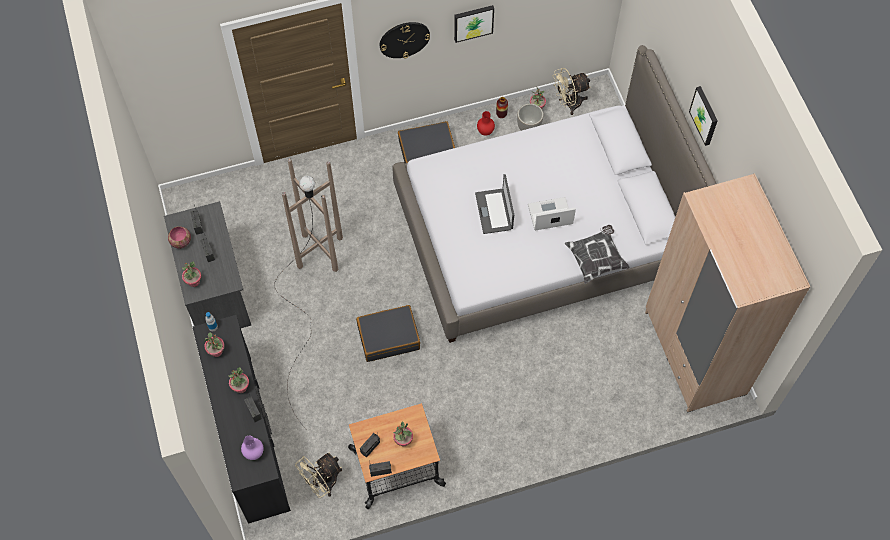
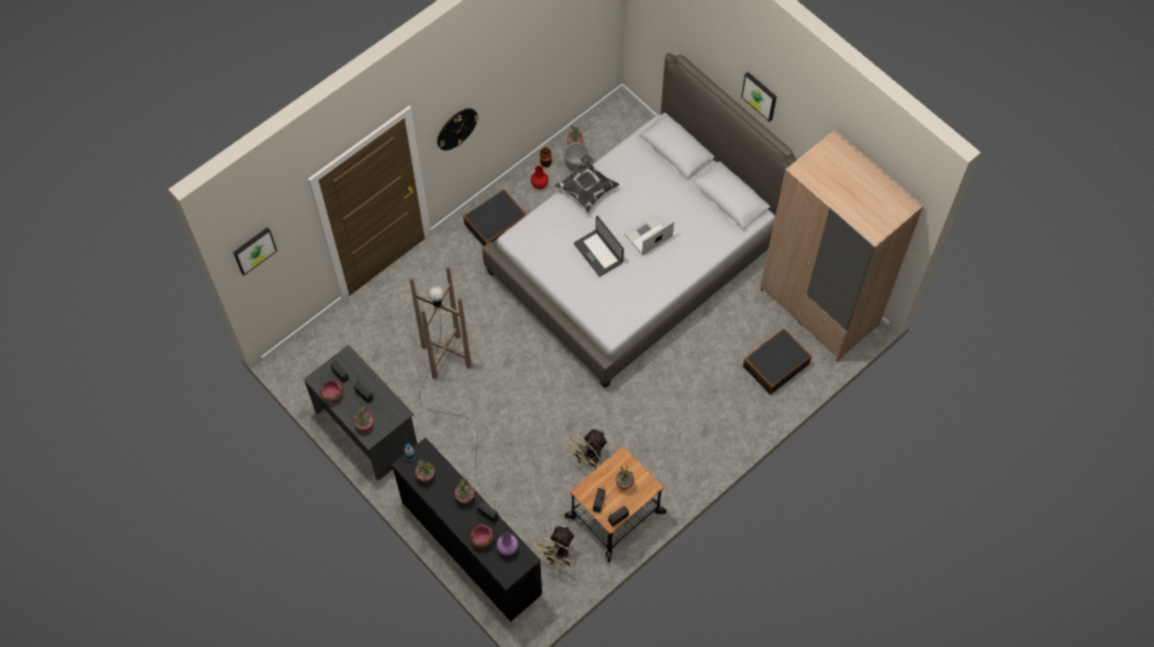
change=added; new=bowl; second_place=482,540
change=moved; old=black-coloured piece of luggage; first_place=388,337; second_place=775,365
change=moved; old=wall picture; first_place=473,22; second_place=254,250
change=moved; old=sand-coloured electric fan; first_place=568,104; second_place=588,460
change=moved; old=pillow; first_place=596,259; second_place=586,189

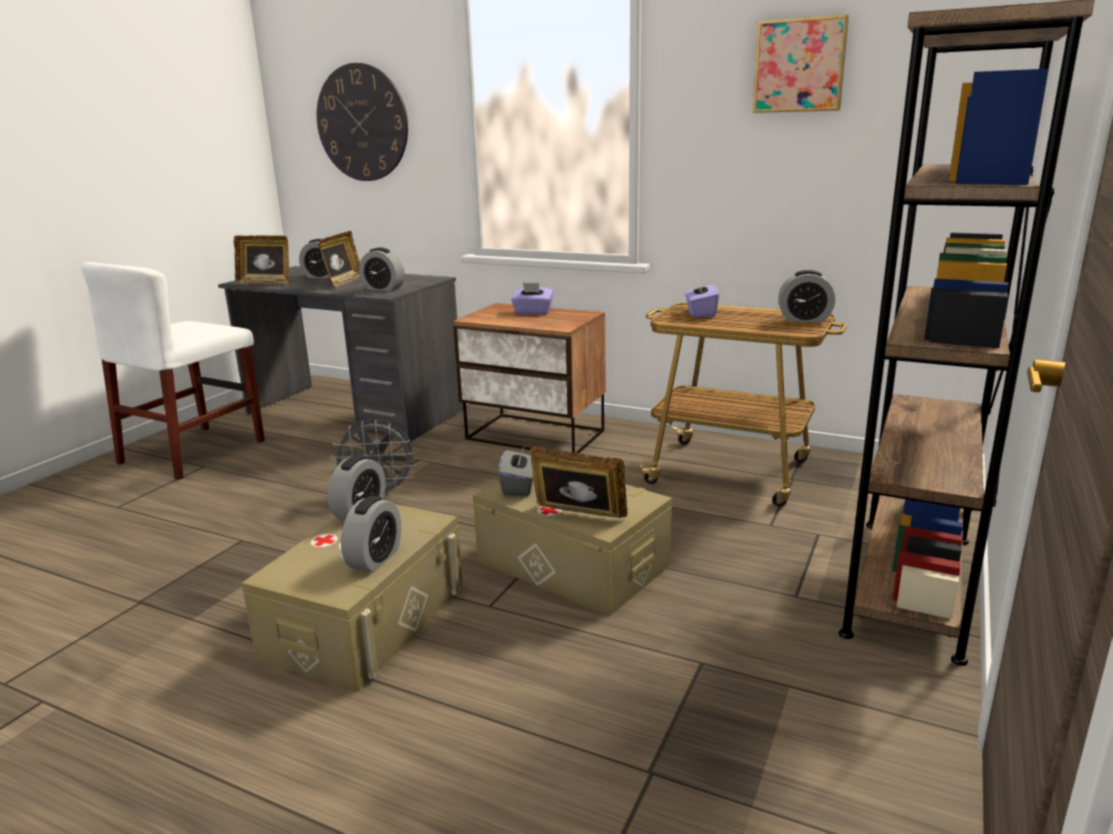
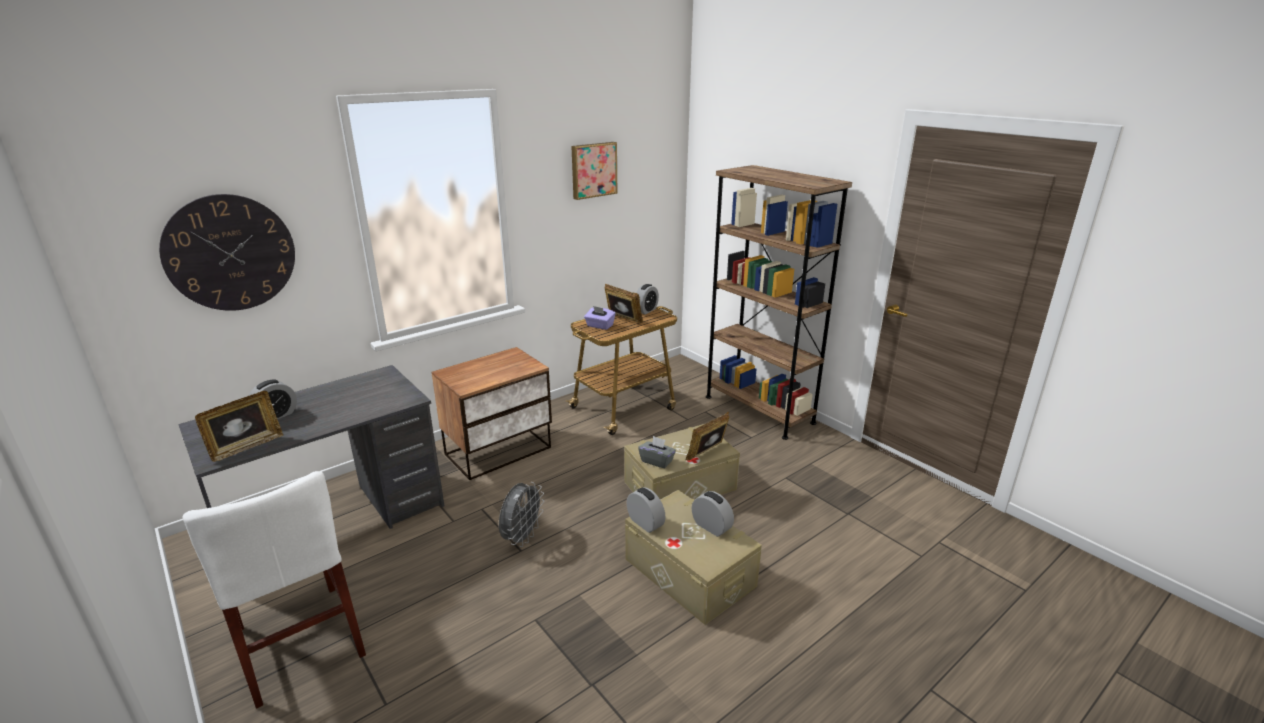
change=removed; old=alarm clock; first_place=383,288
change=removed; old=purplish tissue holder; first_place=533,312
change=moved; old=standing frame; first_place=343,282; second_place=622,319

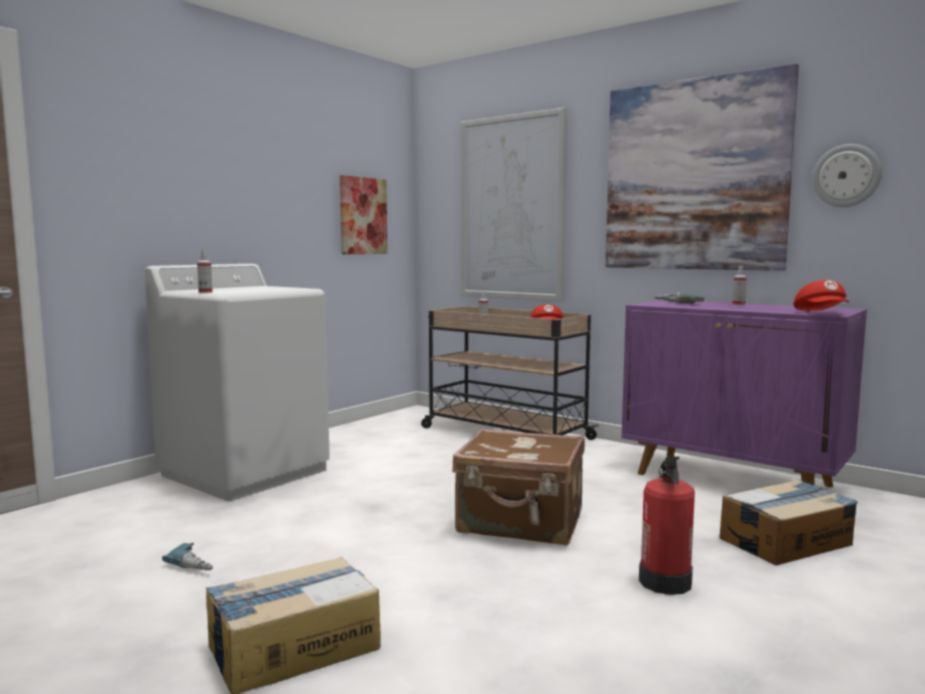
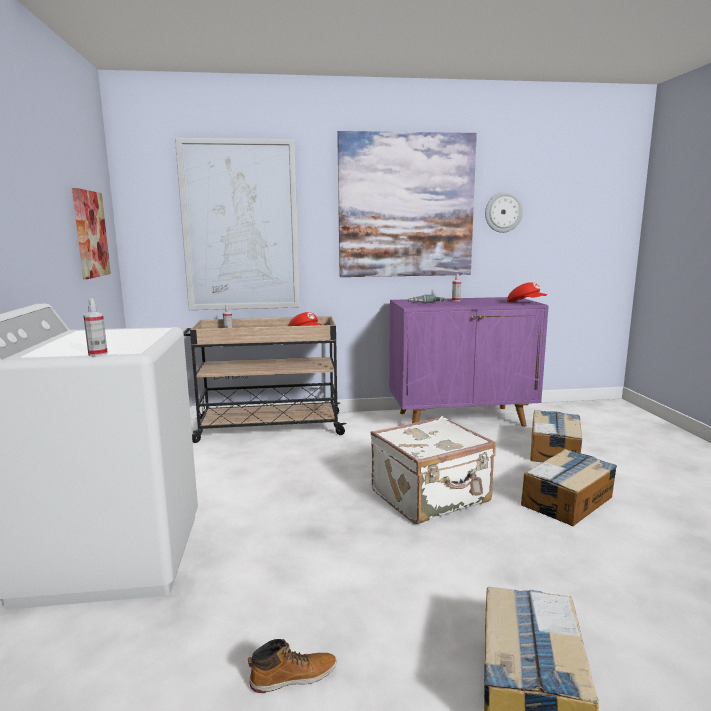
change=replaced; old=drill; new=tall boot; first_place=197,563; second_place=293,676
change=replaced; old=fire-fighting cylinder; new=packing box; first_place=665,581; second_place=568,500
change=recoloured; old=brown-coloured piece of luggage; new=white-coloured piece of luggage; first_place=521,523; second_place=431,497

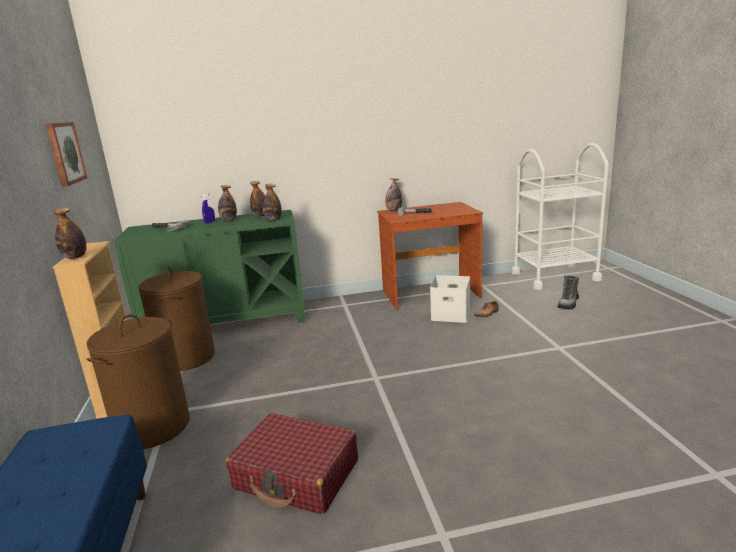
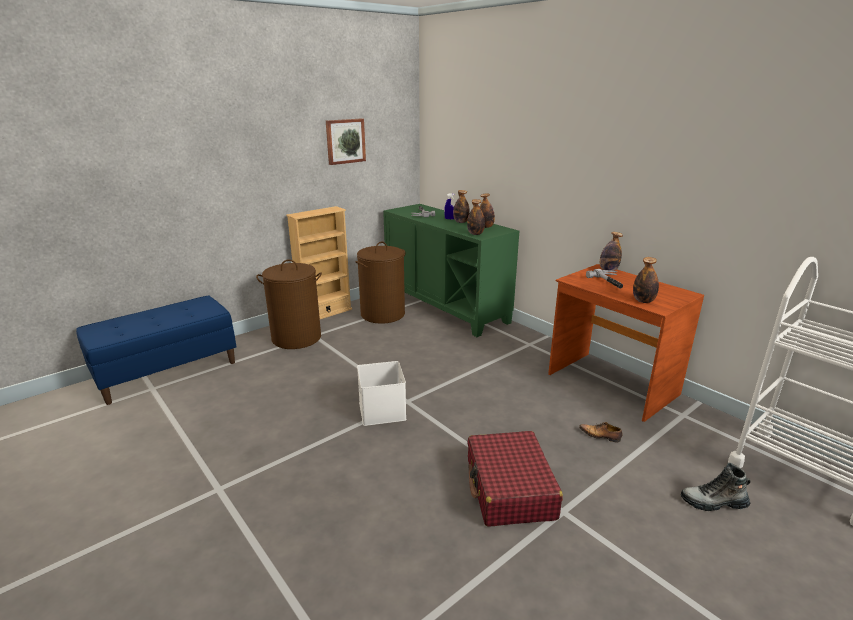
change=moved; old=beverage bottle; first_place=75,257; second_place=643,301
change=moved; old=reddish piece of luggage; first_place=297,475; second_place=509,489
change=moved; old=white-coloured storage bin; first_place=449,314; second_place=381,410

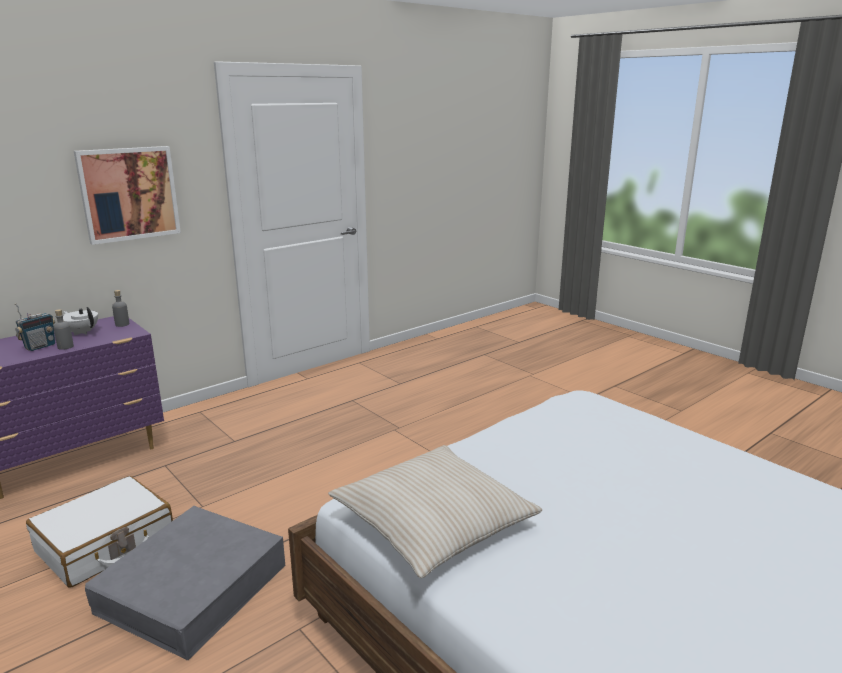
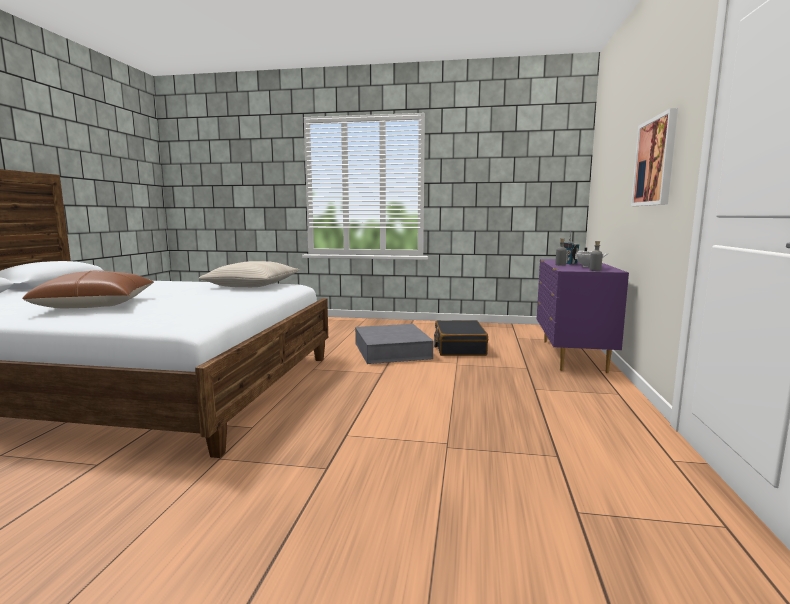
change=added; new=brown-coloured pillow; second_place=97,305
change=recoloured; old=white-coloured piece of luggage; new=black-coloured piece of luggage; first_place=106,544; second_place=459,347

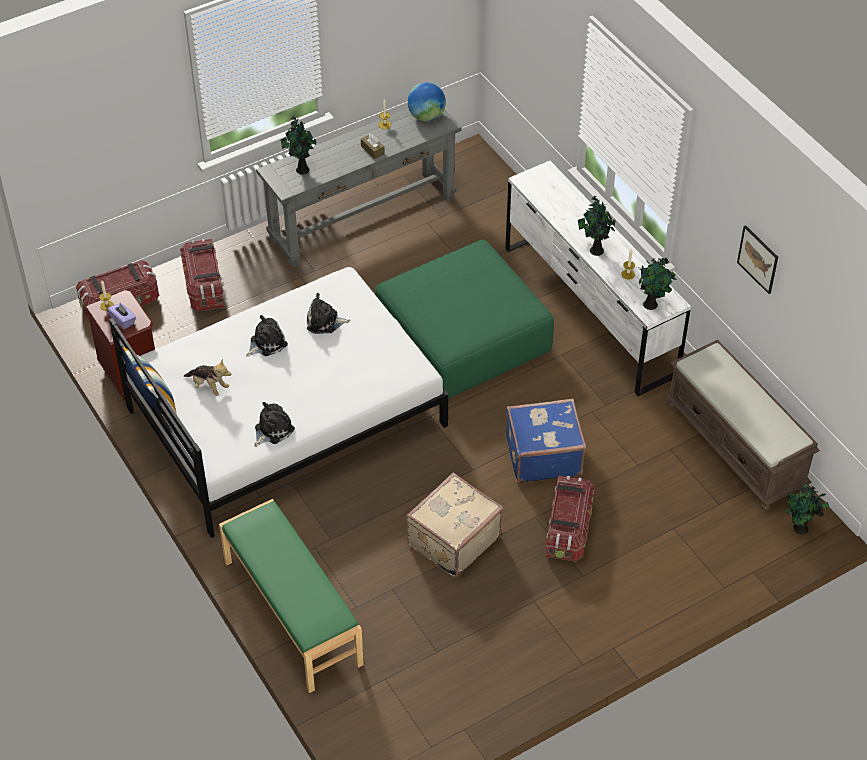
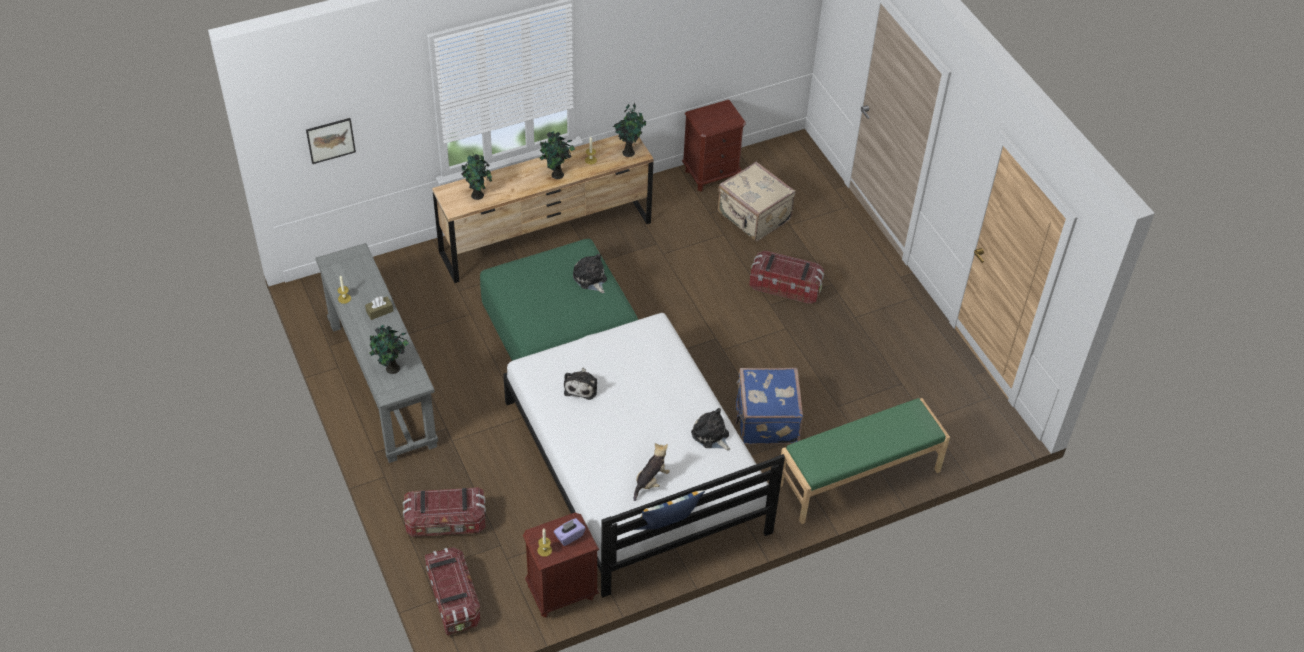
change=removed; old=world globe; first_place=426,116
change=moved; old=cuddly toy; first_place=266,343; second_place=590,279
change=moved; old=sand-coloured piece of luggage; first_place=452,540; second_place=753,217
change=moved; old=bluish piece of luggage; first_place=542,455; second_place=765,420
change=moved; old=wall picture; first_place=758,259; second_place=330,140
change=moved; old=potted plant; first_place=800,529; second_place=478,195
change=replaced; old=brown-coloured bench; new=brown-coloured nightstand; first_place=736,446; second_place=711,174
change=recoloured; old=white-coloured chest of drawers; new=brown-coloured chest of drawers; first_place=589,310; second_place=546,238

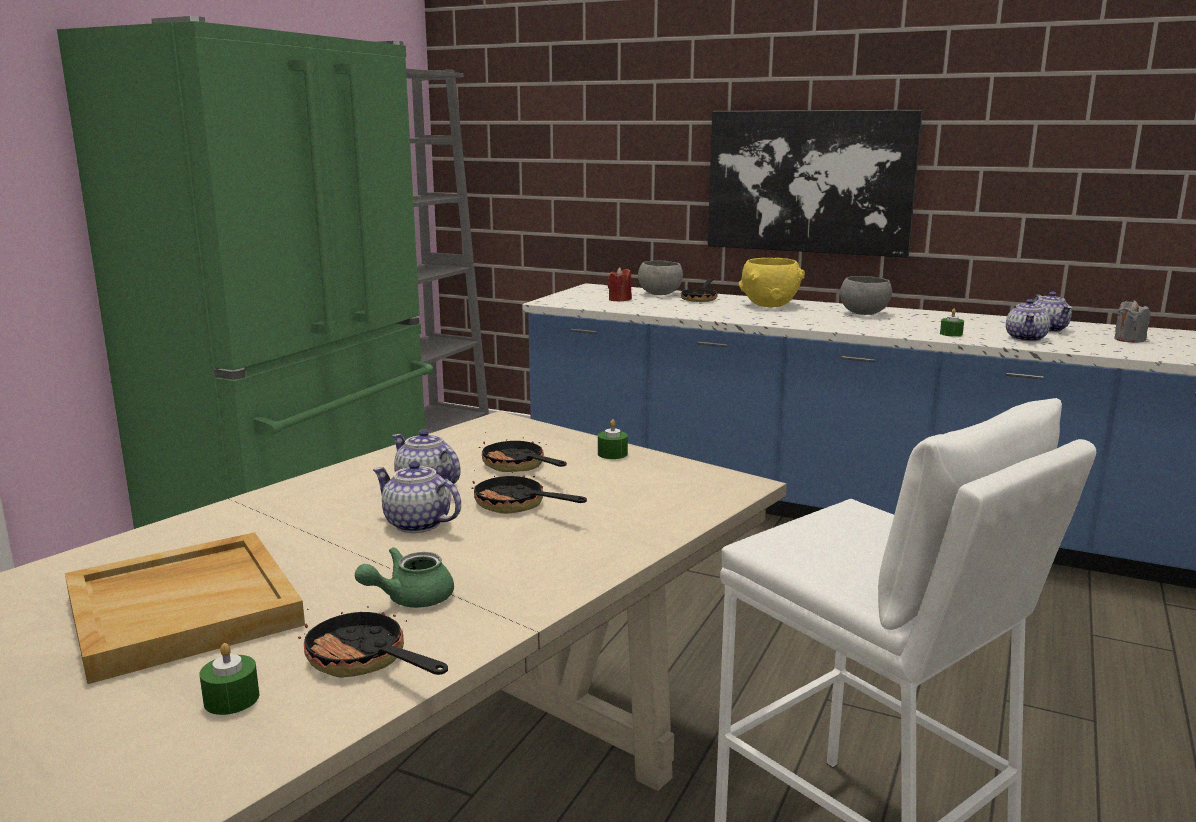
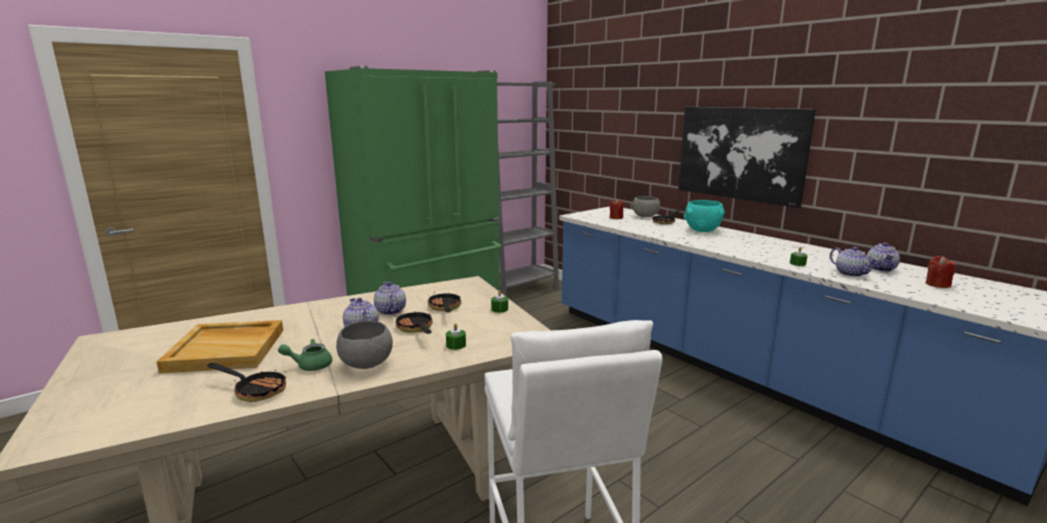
change=moved; old=green candle; first_place=231,699; second_place=456,345
change=moved; old=grey bowl; first_place=864,313; second_place=367,364
change=recoloured; old=yellowish bowl; new=turquoise-coloured bowl; first_place=769,305; second_place=702,230
change=recoloured; old=grey candle; new=reddish candle; first_place=1129,339; second_place=937,284
change=turned; old=pan; first_place=365,662; second_place=255,390; degrees=135
change=turned; old=tea pot; first_place=1026,338; second_place=851,273; degrees=-75

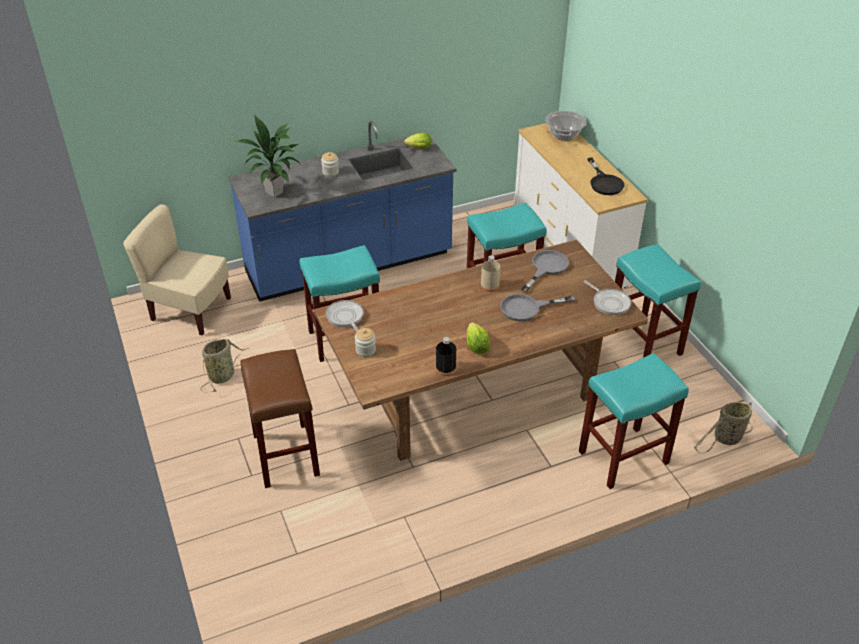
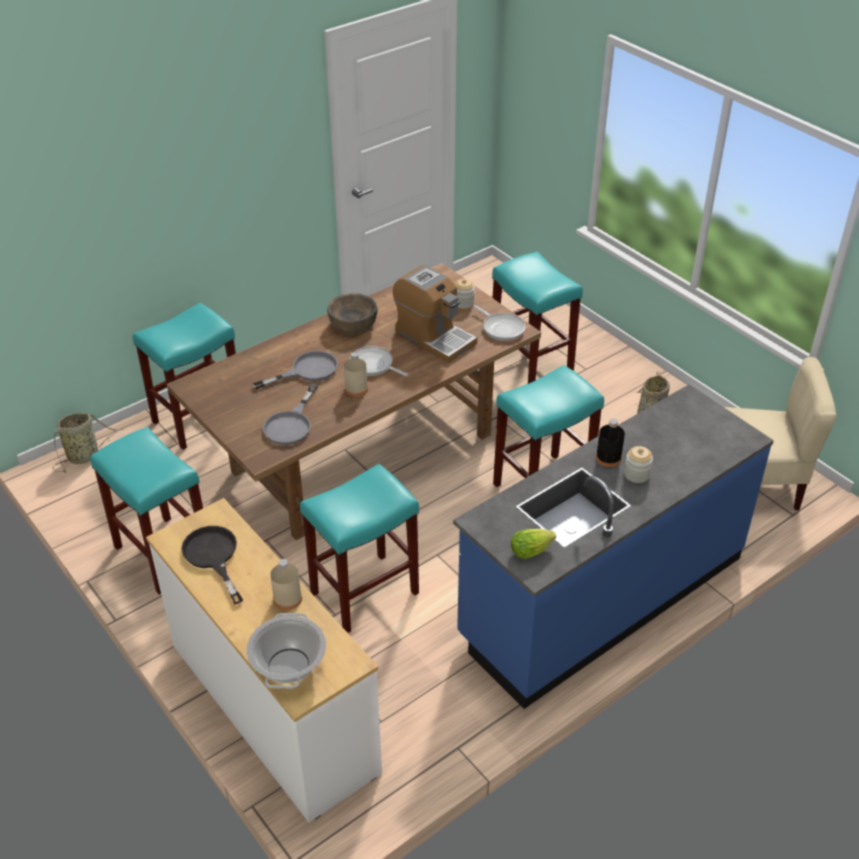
change=removed; old=potted plant; first_place=275,193
change=added; new=sand-coloured beverage bottle; second_place=287,599
change=added; new=coffee machine; second_place=434,337
change=moved; old=black-coloured beverage bottle; first_place=445,368; second_place=608,458
change=moved; old=pan; first_place=609,302; second_place=373,365
change=replaced; old=head of lettuce; new=brown-coloured bowl; first_place=476,346; second_place=353,324
change=recoloured; old=brown-coloured sitting stool; new=turquoise-coloured sitting stool; first_place=285,454; second_place=532,364

